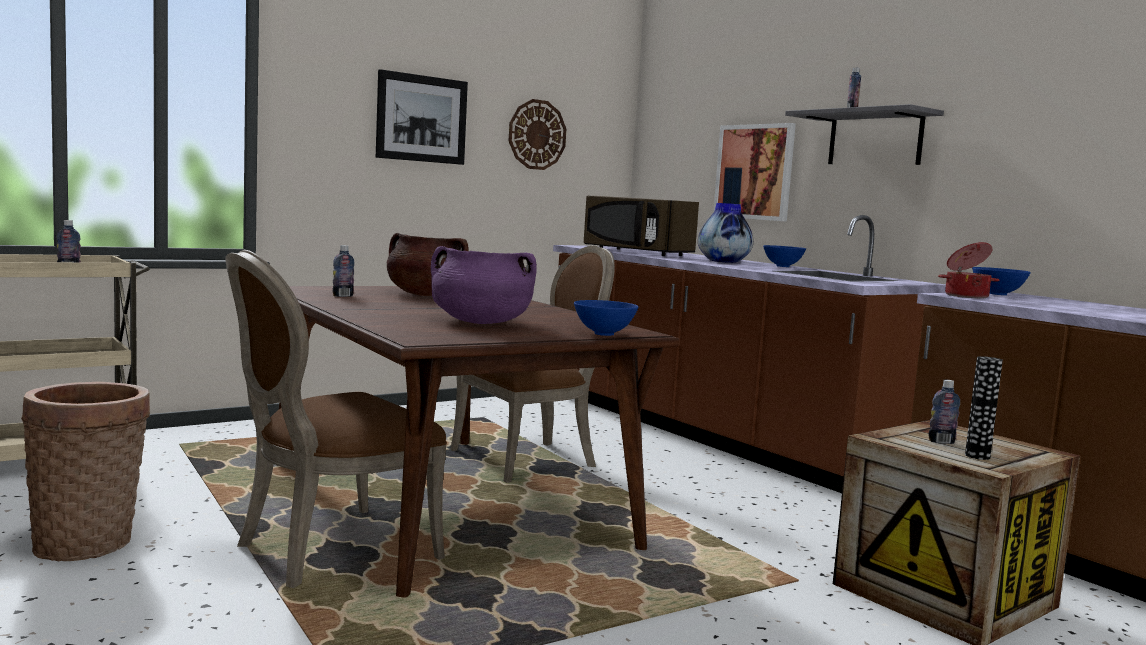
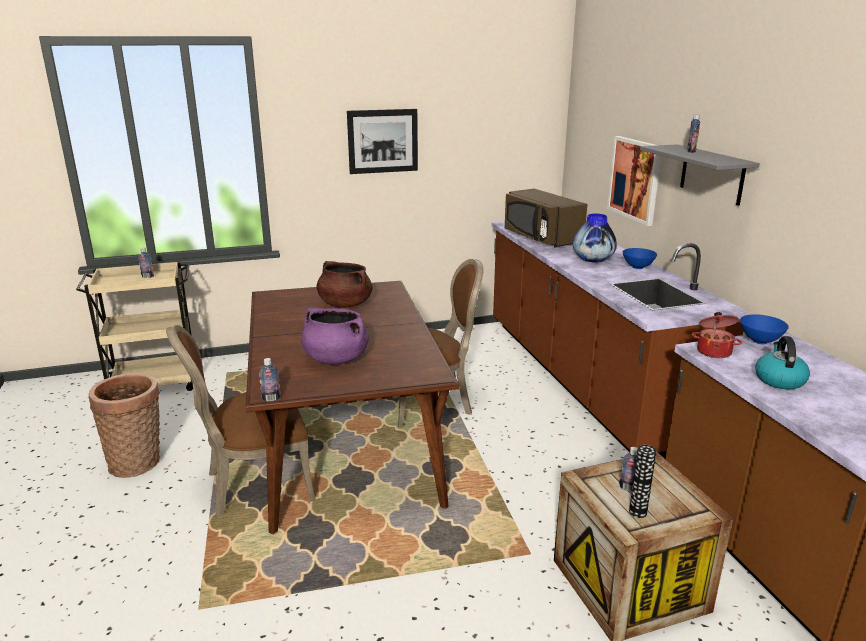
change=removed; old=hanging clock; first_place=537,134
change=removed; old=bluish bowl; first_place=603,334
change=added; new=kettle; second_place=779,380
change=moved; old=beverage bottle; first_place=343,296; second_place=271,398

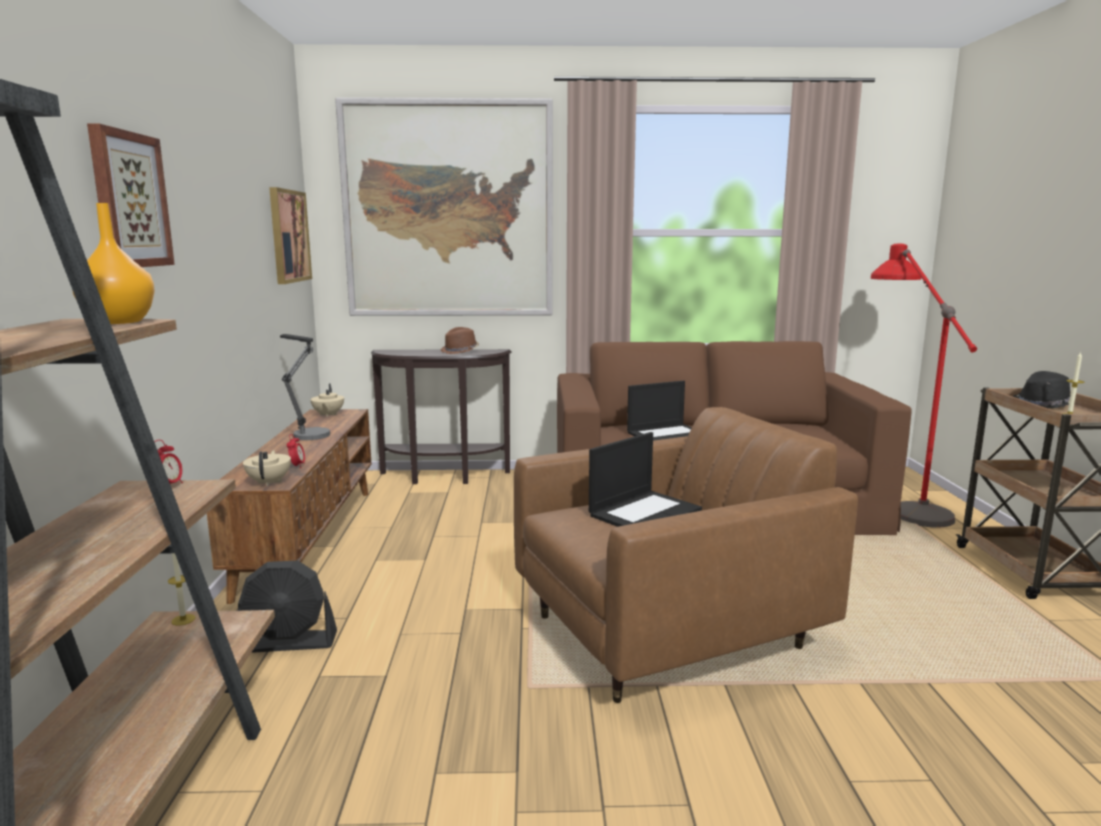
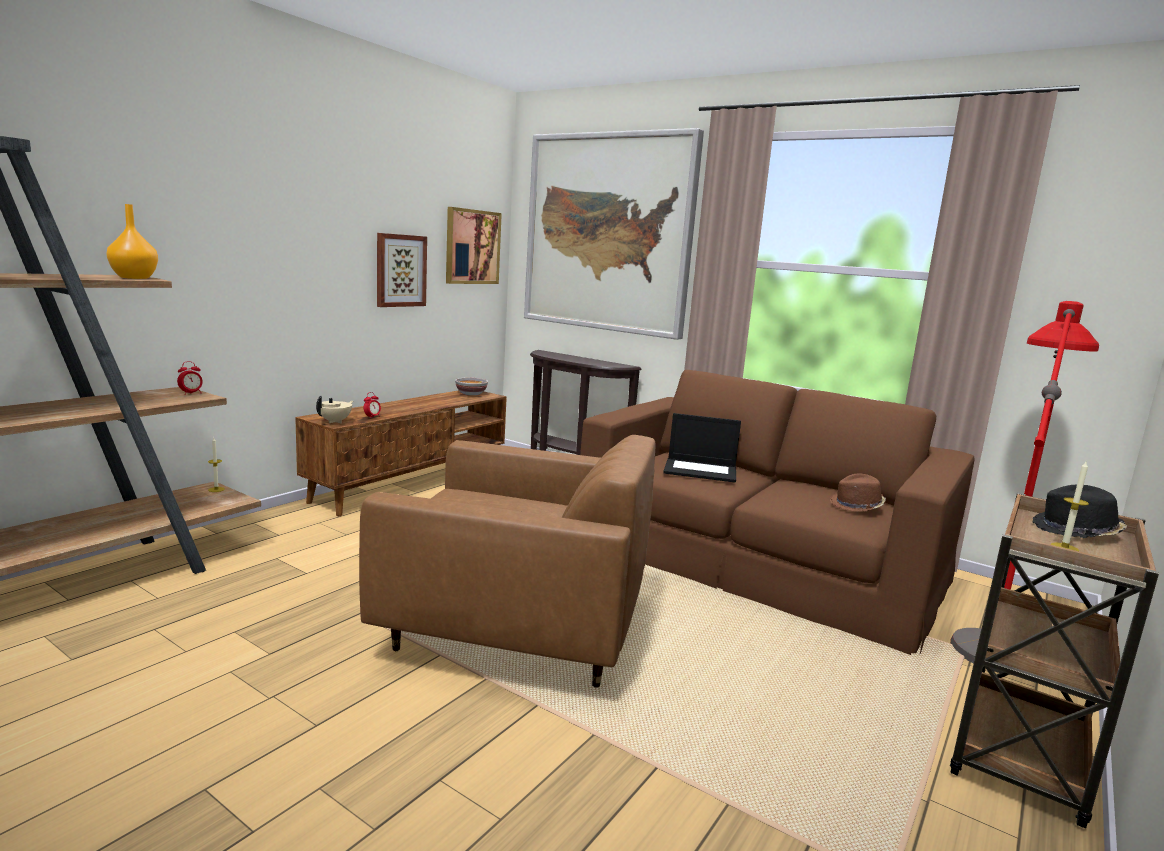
change=removed; old=black-coloured electric fan; first_place=289,642
change=removed; old=lamp for a table; first_place=307,433
change=removed; old=portable computer; first_place=645,512
change=moved; old=wall picture; first_place=129,200; second_place=400,270
change=moved; old=brown-coloured wearable hat; first_place=460,351; second_place=857,506
change=replaced; old=sand-coloured tea pot; new=bowl; first_place=328,415; second_place=470,394

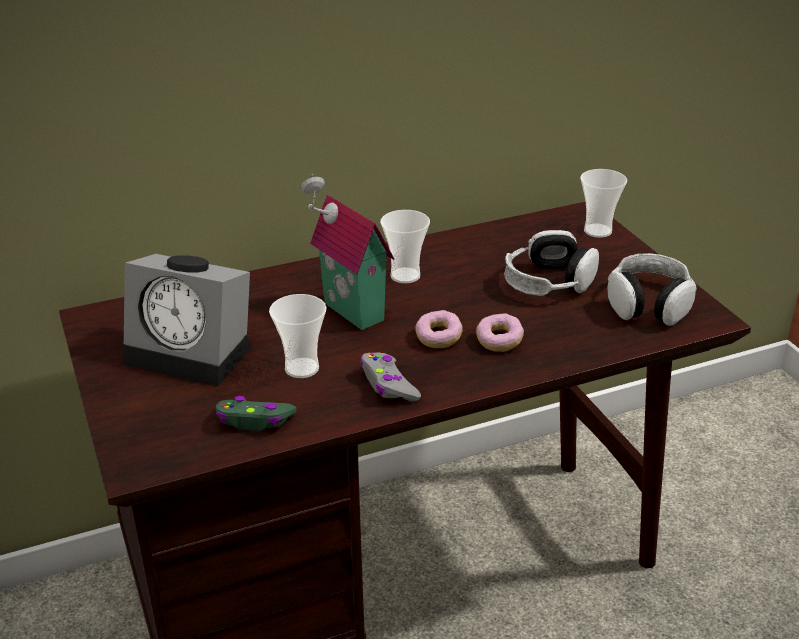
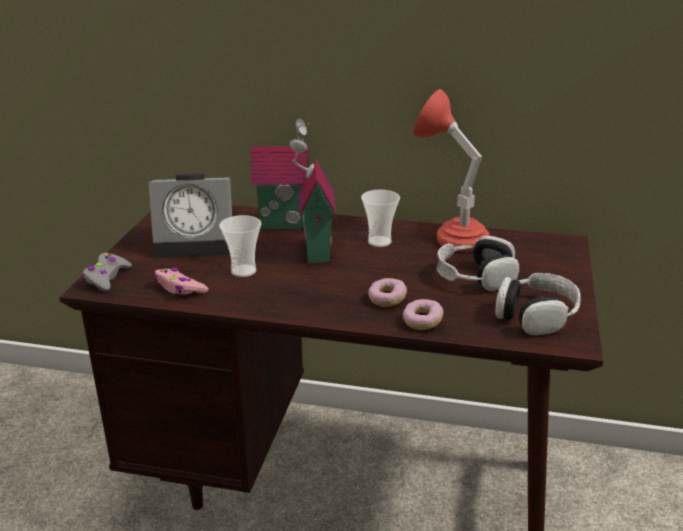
change=removed; old=drinking cup; first_place=597,231
change=added; new=miniature house; second_place=283,223
change=added; new=reddish lamp for a table; second_place=449,236
change=moved; old=grey game controller; first_place=388,385; second_place=107,278
change=moved; old=ring doughnut; first_place=438,338; second_place=422,322
change=recoloured; old=green game controller; new=pinkish game controller; first_place=255,420; second_place=180,288
change=turned; old=alarm clock; first_place=194,353; second_place=198,242; degrees=-60

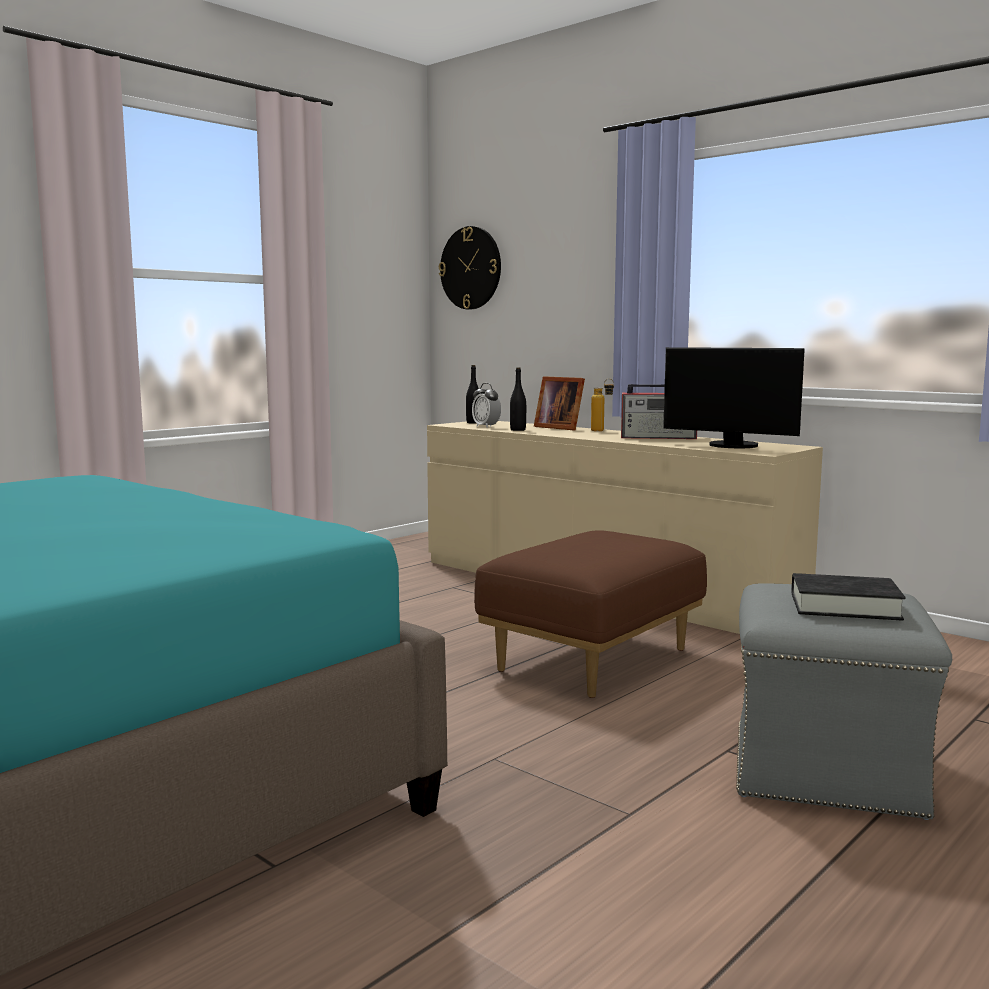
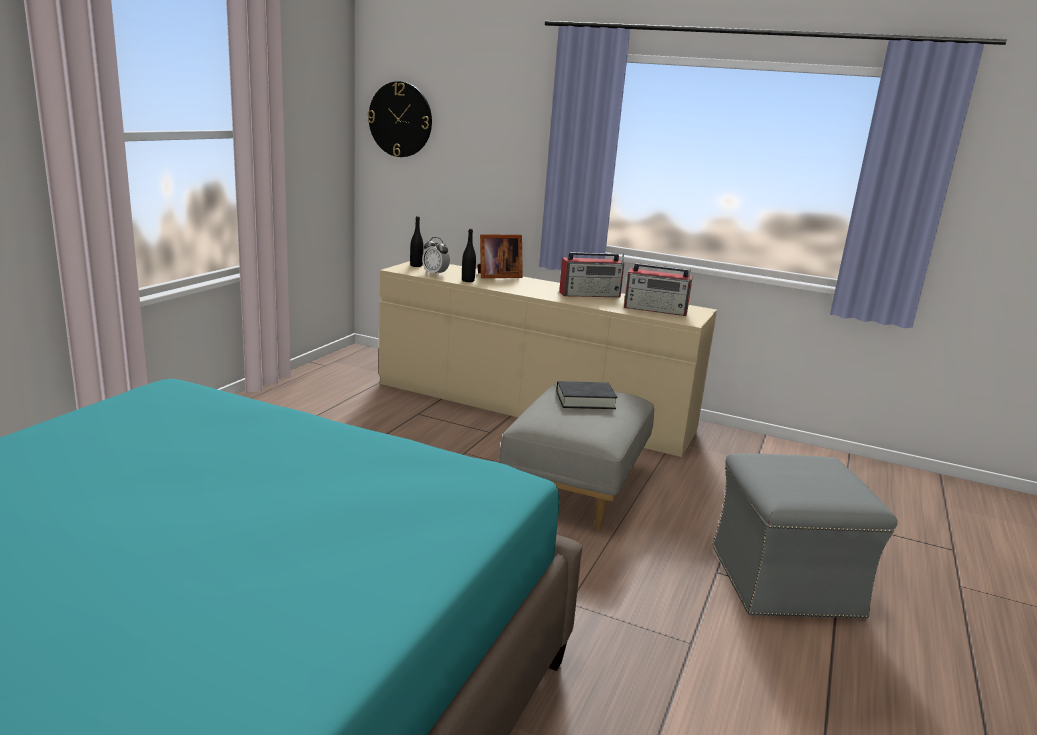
change=removed; old=beverage bottle; first_place=602,431
change=moved; old=black-coloured volume; first_place=844,606; second_place=585,400
change=replaced; old=computer screen; new=radio receiver; first_place=731,446; second_place=656,310
change=recoloured; old=brown-coloured ottoman; new=grey ottoman; first_place=592,659; second_place=574,488
change=turned; old=standing frame; first_place=559,428; second_place=497,276; degrees=-45

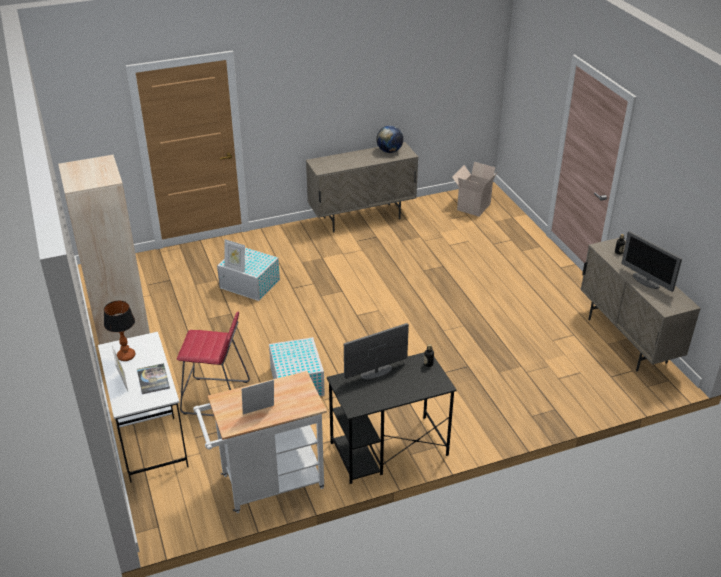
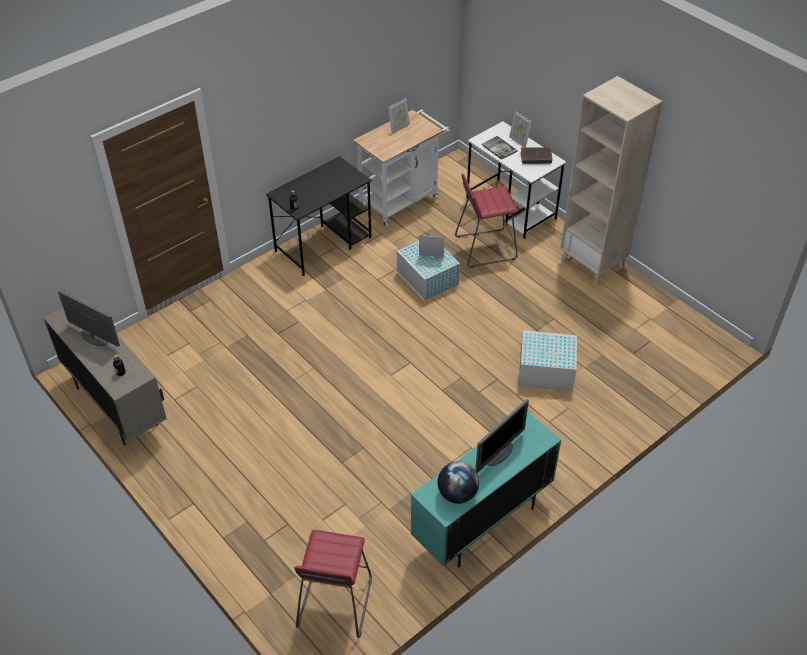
change=moved; old=standing frame; first_place=235,268; second_place=431,258
change=moved; old=computer screen; first_place=376,372; second_place=499,453
change=replaced; old=lamp for a table; new=brown-coloured volume; first_place=126,356; second_place=536,158
change=replaced; old=packing box; new=reddish sitting stool; first_place=473,206; second_place=335,603
change=recoloured; old=sand-coloured storage cabinet; new=turquoise-coloured storage cabinet; first_place=362,218; second_place=482,524

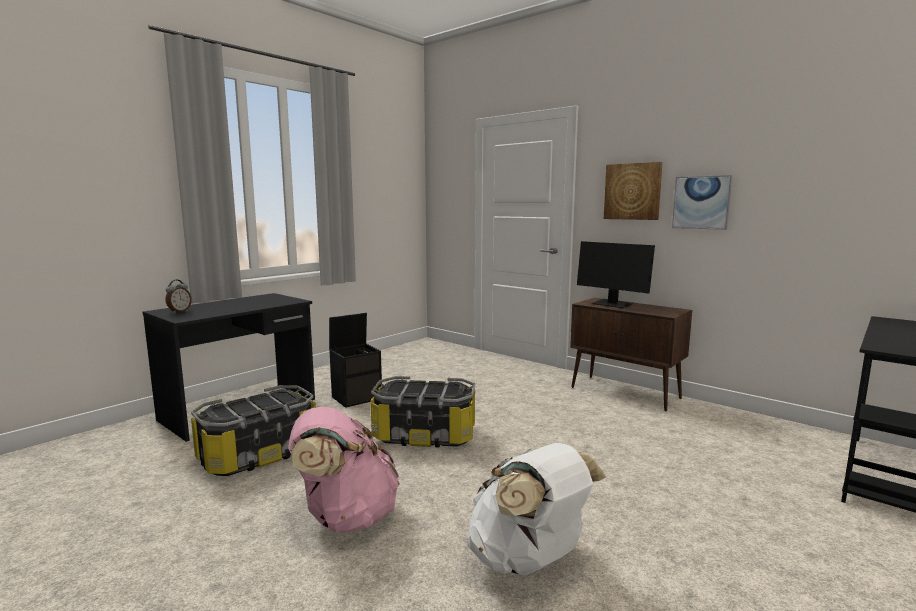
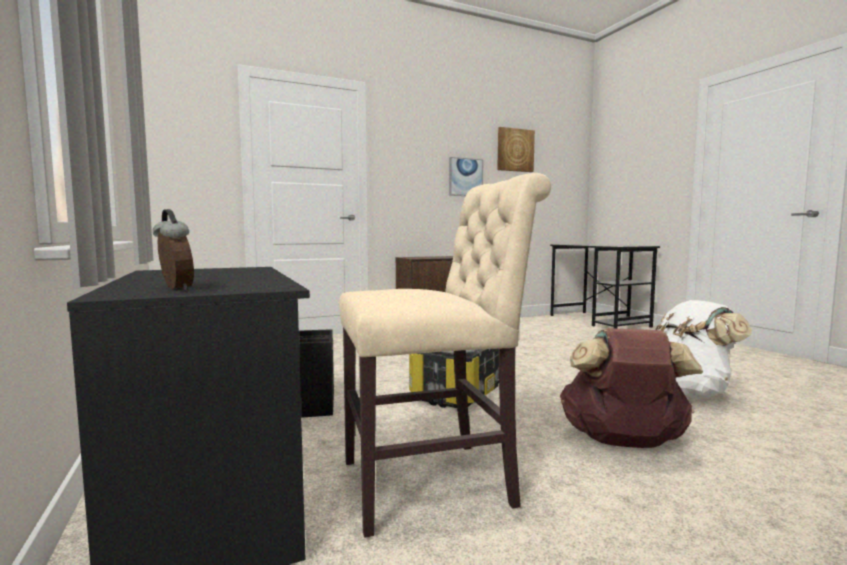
change=removed; old=computer screen; first_place=612,304
change=moved; old=wall picture; first_place=632,191; second_place=515,150
change=replaced; old=storage bin; new=sand-coloured plain chair; first_place=259,455; second_place=436,483
change=recoloured; old=pinkish knapsack; new=brown-coloured knapsack; first_place=345,517; second_place=623,443

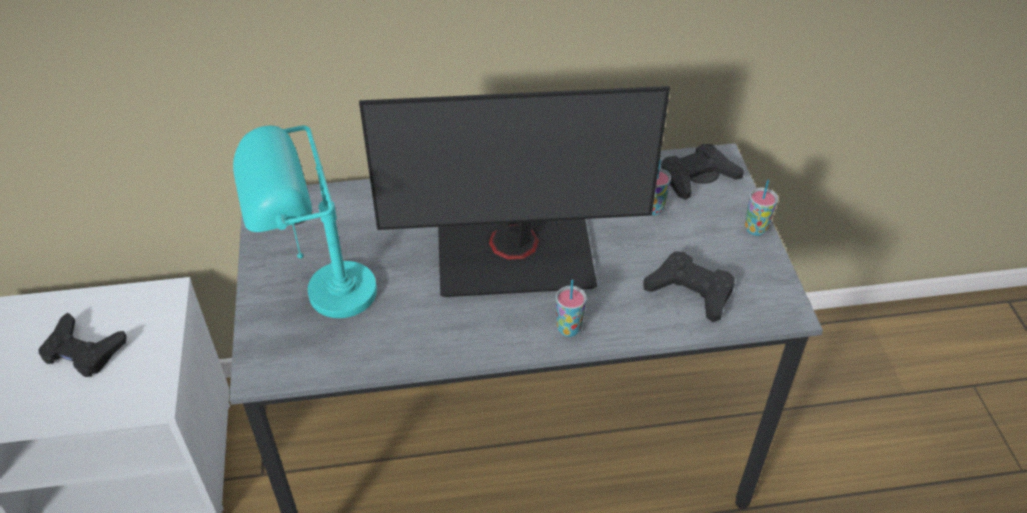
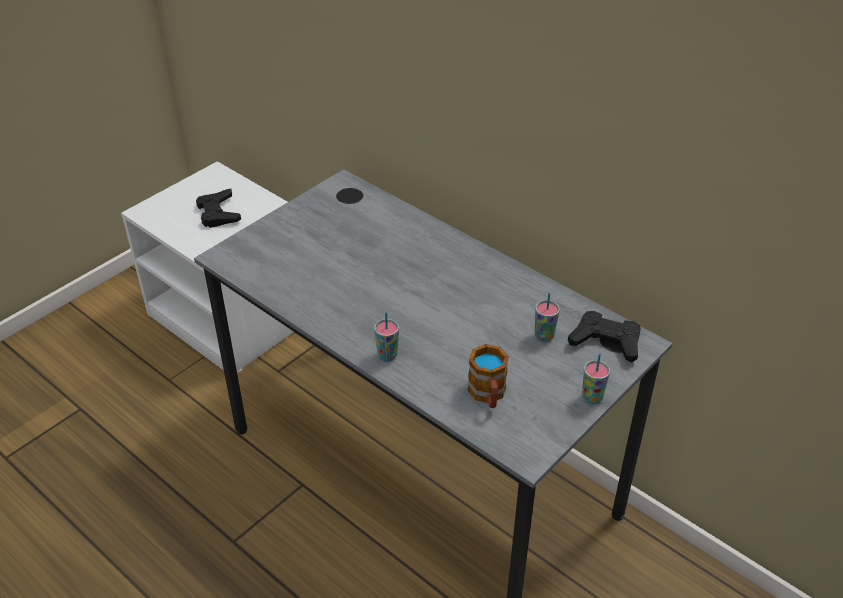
change=removed; old=turquoise-coloured lamp for a table; first_place=319,300
change=removed; old=computer screen; first_place=515,254
change=replaced; old=black-coloured game controller; new=mug; first_place=690,291; second_place=488,395

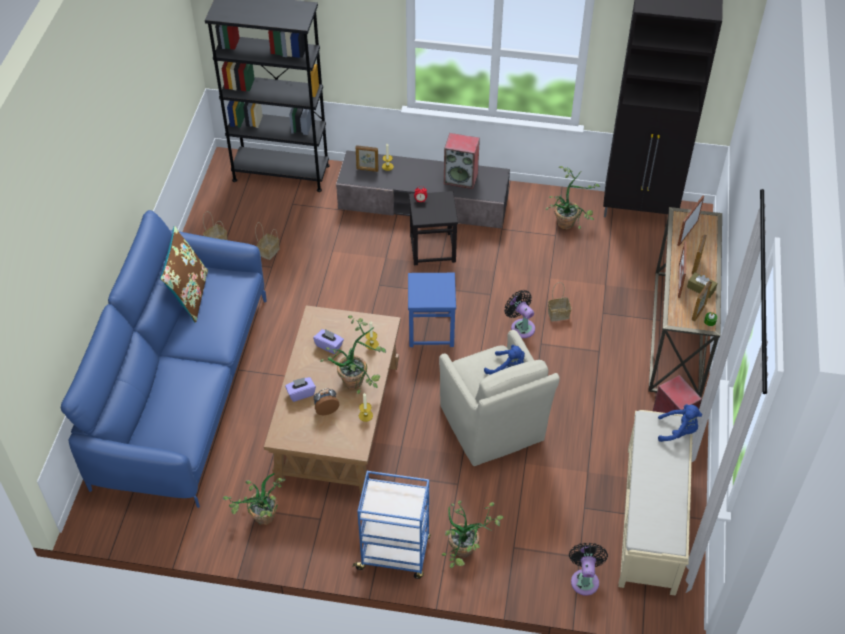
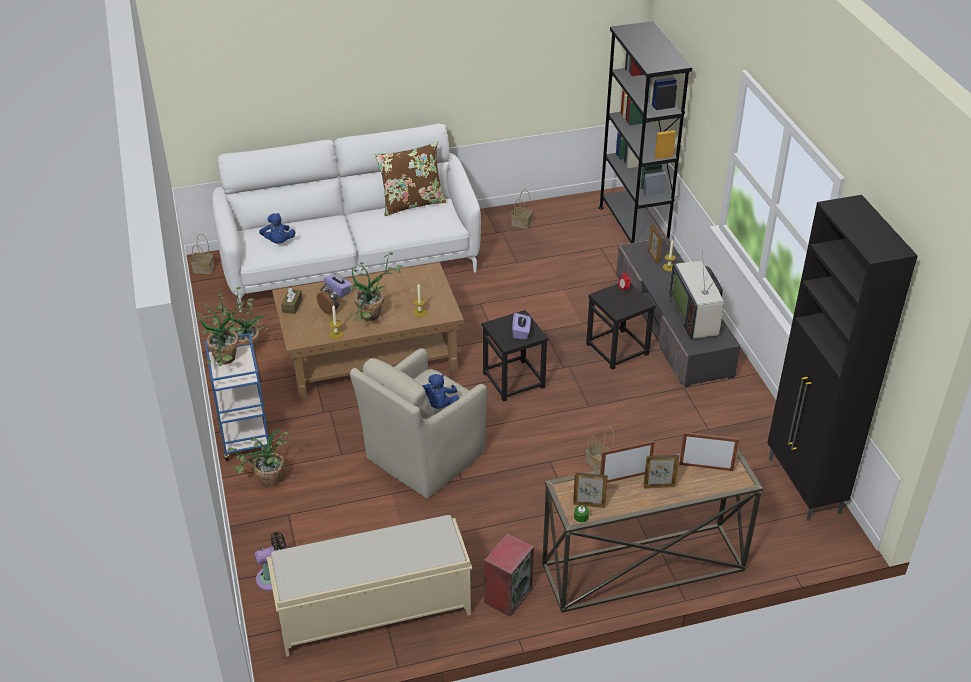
change=removed; old=black-coloured electric fan; first_place=521,326
change=moved; old=basket; first_place=269,251; second_place=204,269
change=moved; old=purplish tissue holder; first_place=329,346; second_place=521,332
change=moved; old=potted plant; first_place=569,222; second_place=230,360
change=moved; old=bluish cuddly toy; first_place=678,431; second_place=278,242
change=moved; old=brown-coloured tissue holder; first_place=701,288; second_place=292,305
change=replaced; old=speaker; new=TV; first_place=461,178; second_place=696,317
change=recoloured; old=bluish settee; new=white-coloured settee; first_place=182,390; second_place=351,262
change=recoloured; old=bluish sitting stool; new=black-coloured sitting stool; first_place=431,329; second_place=514,380

